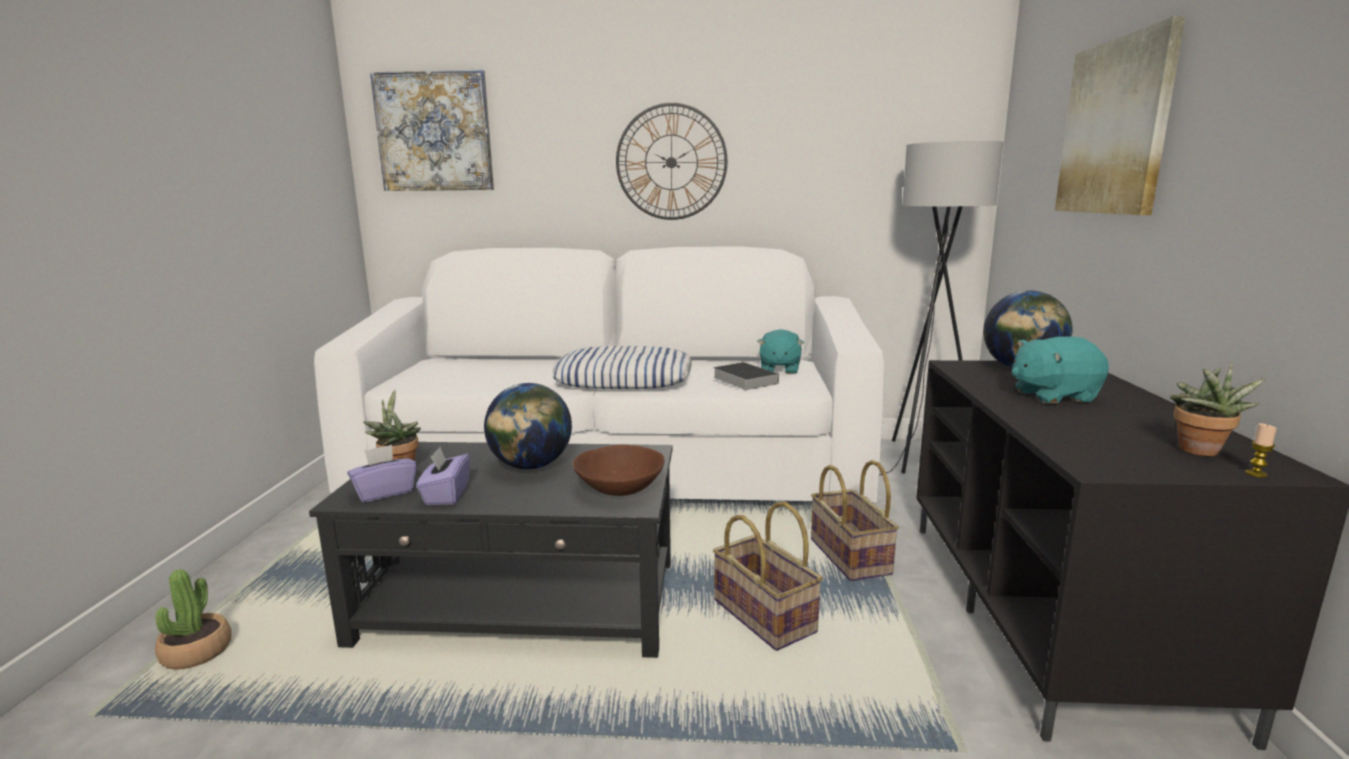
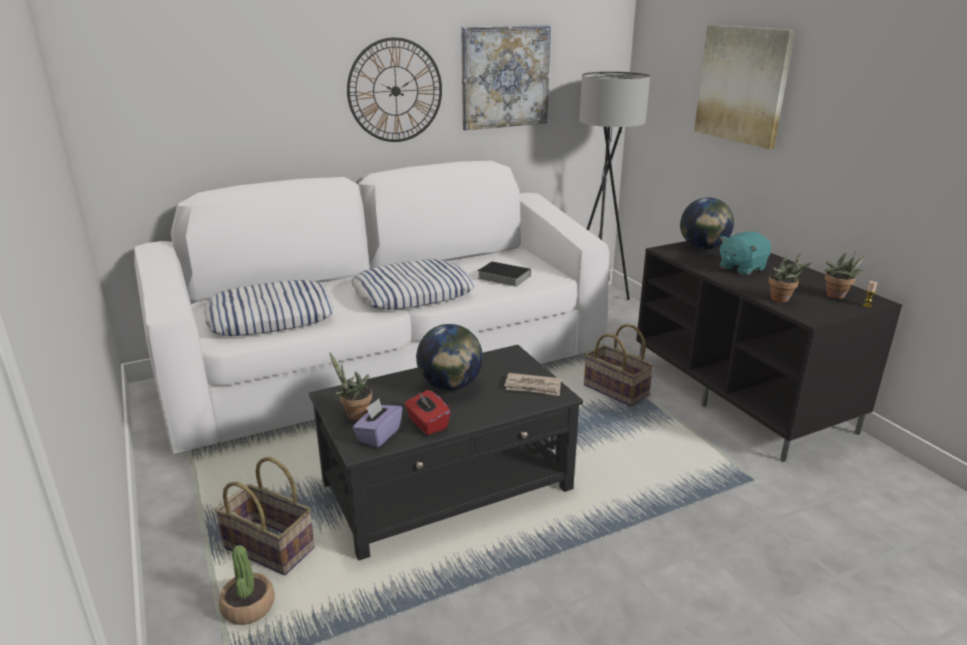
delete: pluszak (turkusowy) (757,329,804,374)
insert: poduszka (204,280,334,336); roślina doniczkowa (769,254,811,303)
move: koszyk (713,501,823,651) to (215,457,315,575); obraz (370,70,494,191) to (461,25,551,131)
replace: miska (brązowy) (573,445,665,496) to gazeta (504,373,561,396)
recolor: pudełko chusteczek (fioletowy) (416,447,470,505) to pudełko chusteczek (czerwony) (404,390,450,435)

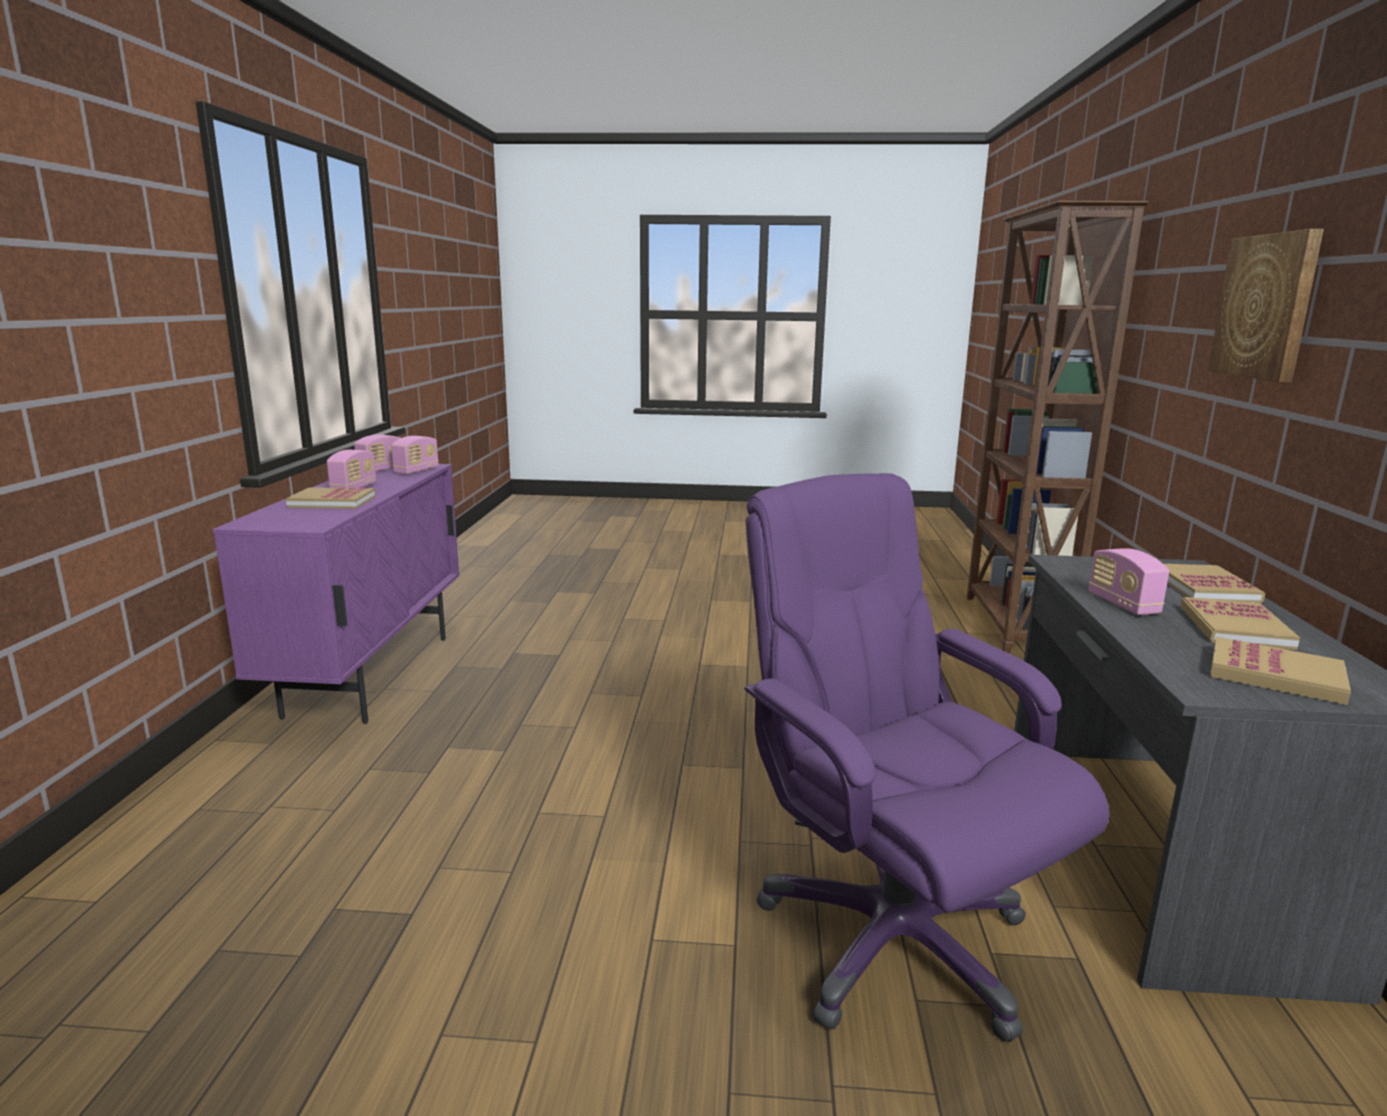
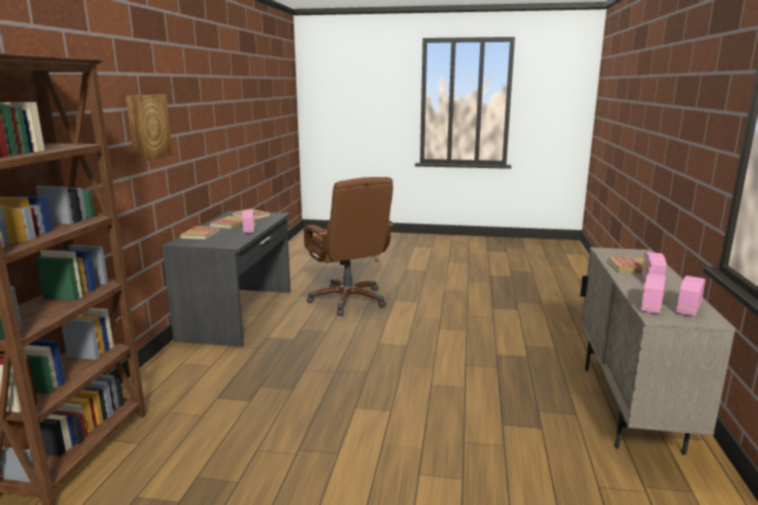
recolor: krzesło biurowe (fioletowy) (744,473,1110,1042) to krzesło biurowe (brązowy) (304,177,394,316); szafka (fioletowy) (213,464,459,724) to szafka (beżowy) (580,247,735,455)

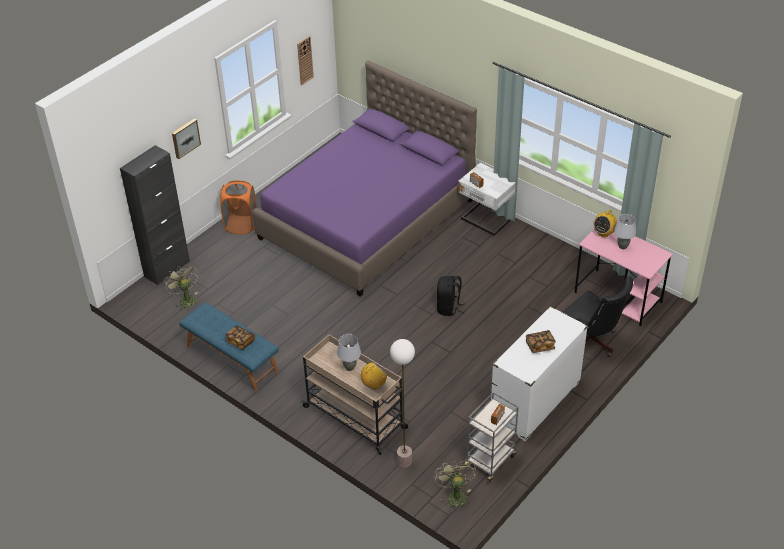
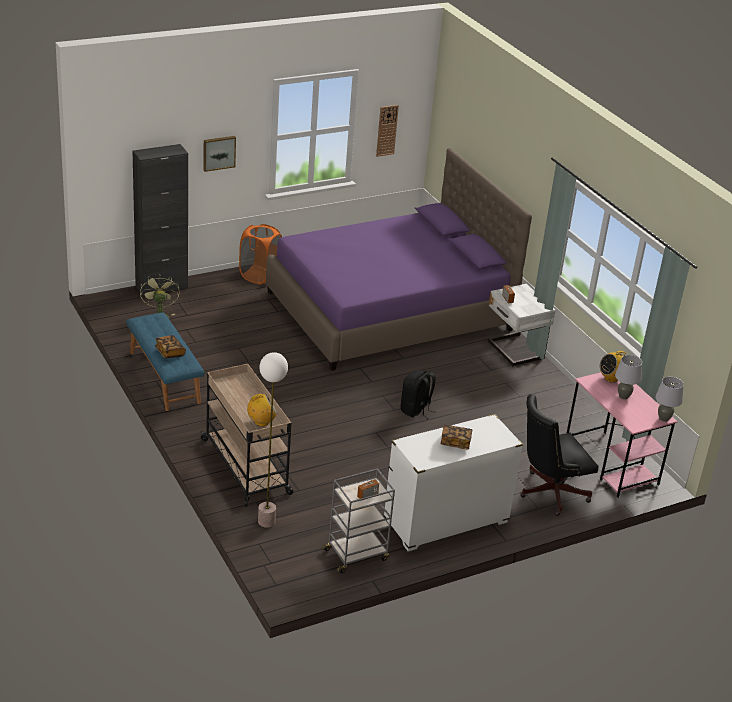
delete: wentylator (zielony) (435,460,477,512)
move: lampa stołowa (szary) (337,334,361,371) to (655,377,684,422)
rotate: krzesło biurowe (czarny) (562,277,633,357) = (520,394,598,516) 90 degrees clockwise

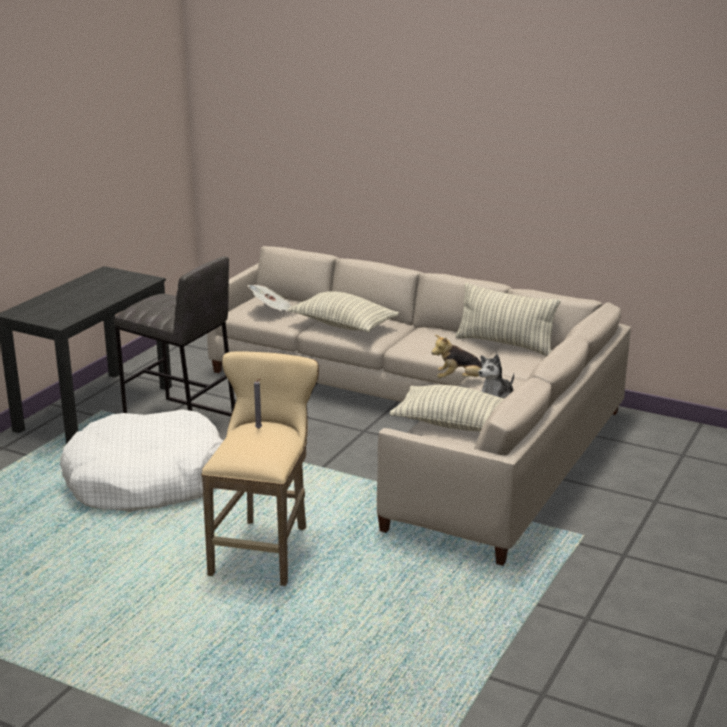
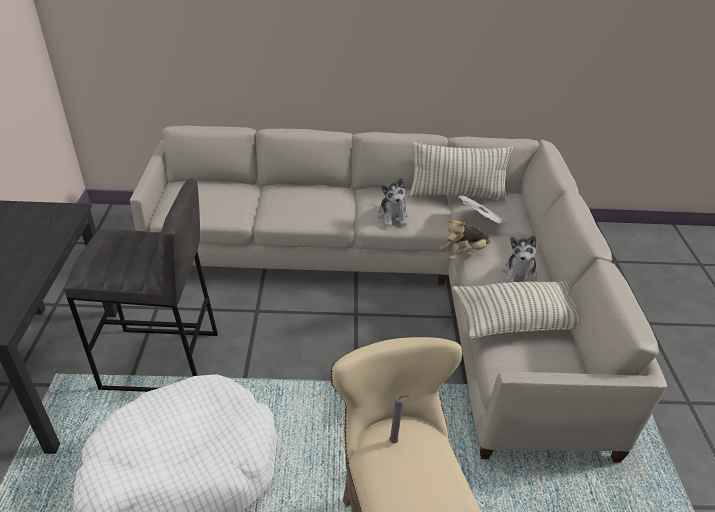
delete: poduszka (288,291,399,332)
insert: pluszak (377,178,408,227)
move: gazeta (247,285,293,313) to (458,195,507,224)

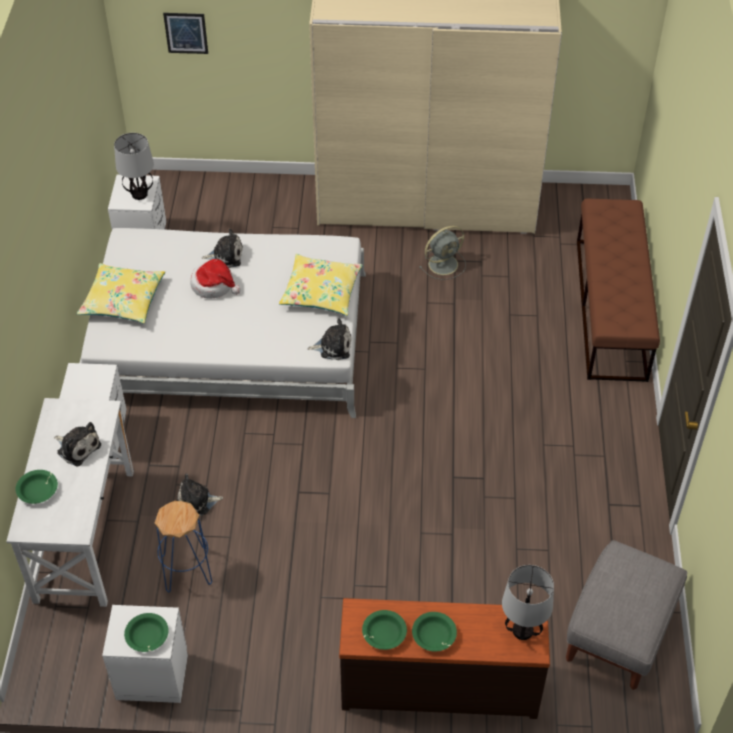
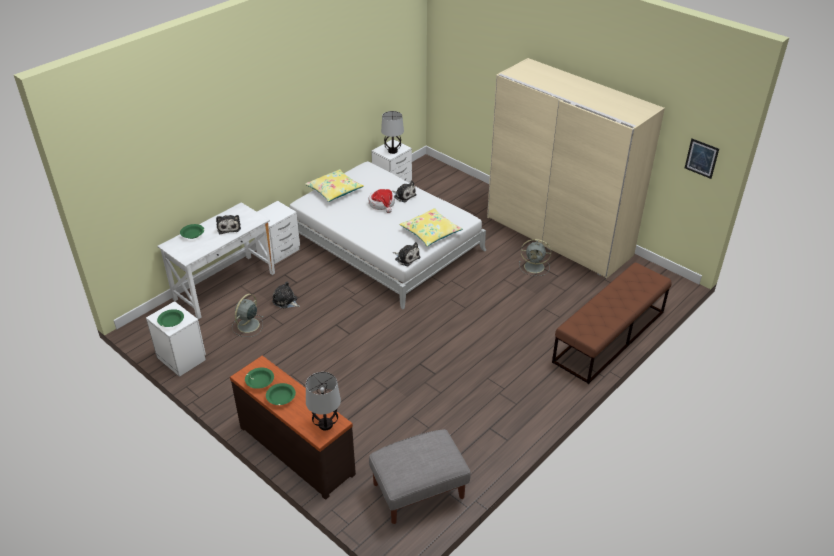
move: obraz (163,13,208,54) to (685,139,719,179)
replace: stołek (niebieski) (155,501,212,592) to wentylator (szary) (232,294,263,337)

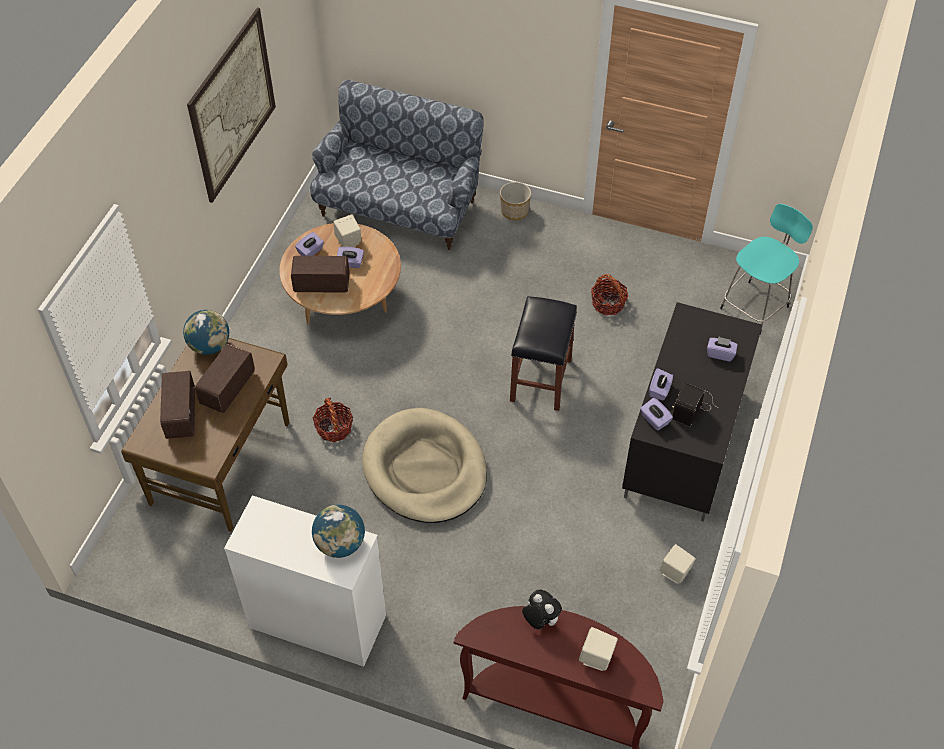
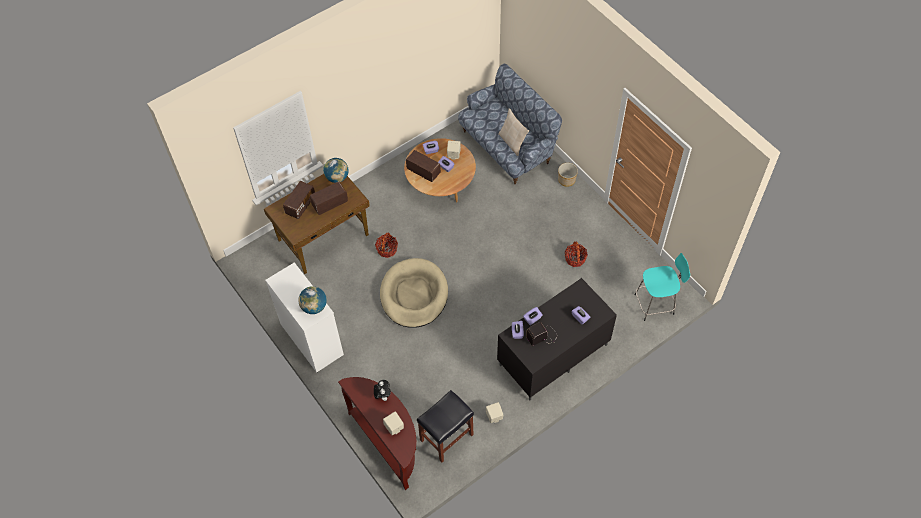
delete: obraz (187,8,276,203)
insert: poduszka (beżowy) (498,108,529,156)
move: stołek (czarny) (510,296,577,411) to (417,390,474,463)

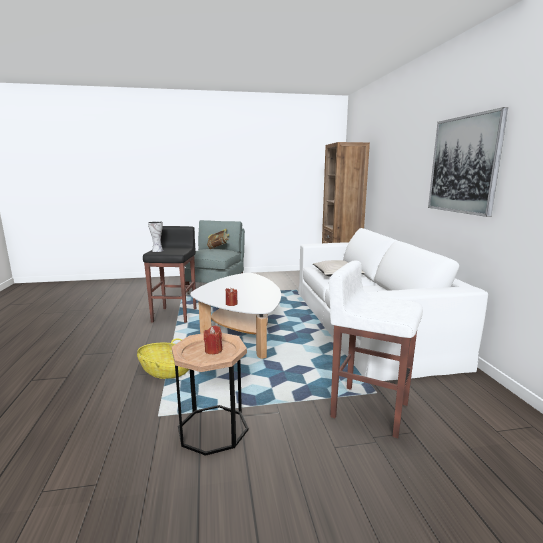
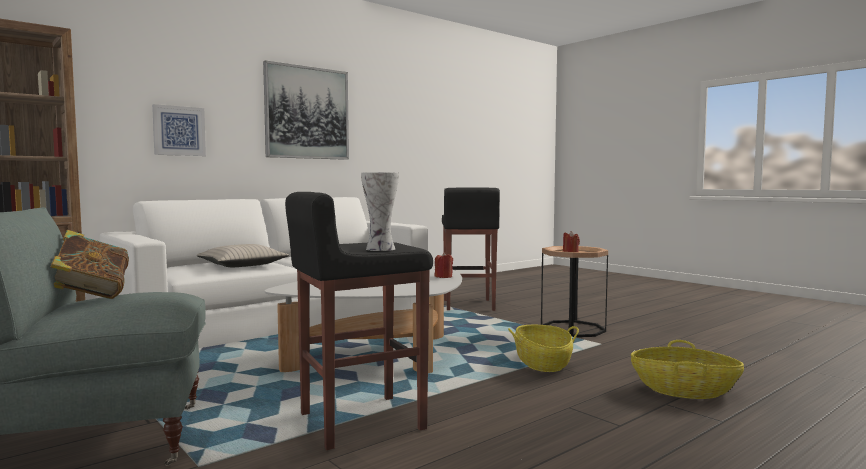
insert: obraz (152,104,206,156); koszyk (631,340,744,399)
recolor: stołek (biały) (329,261,423,438) to stołek (czarny) (442,187,500,311)

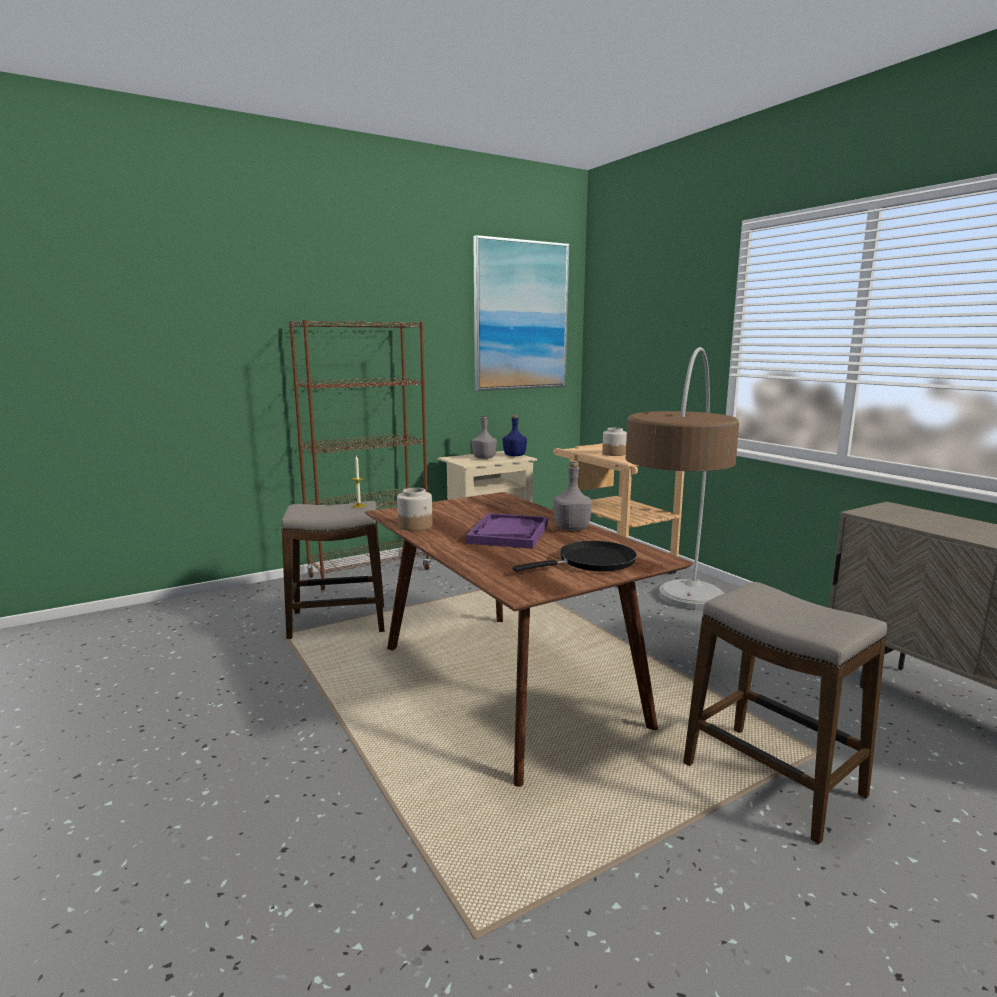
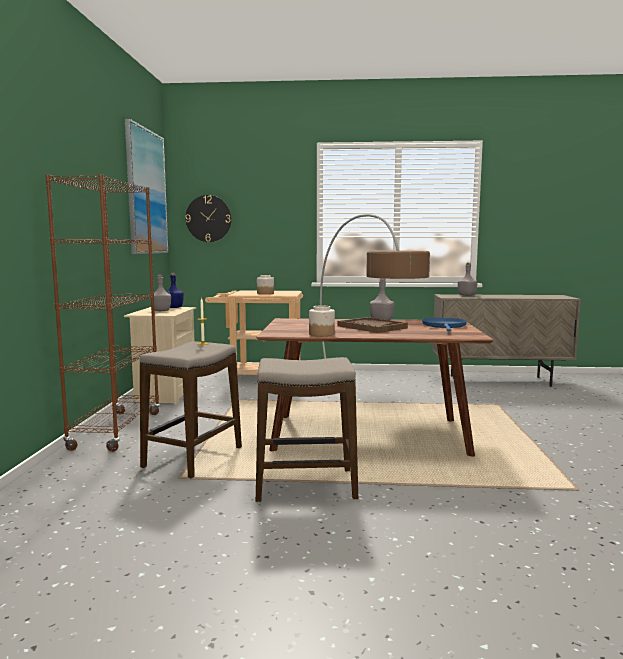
insert: zegar ścienny (185,195,231,242); butelka (szary) (458,263,478,296)
move: stołek (683,582,887,844) to (256,357,358,502)
recolor: taca (fioletowy) (466,513,548,549) to taca (brązowy) (337,317,408,333); patelnia (czarny) (512,541,637,572) to patelnia (niebieski) (422,317,467,331)

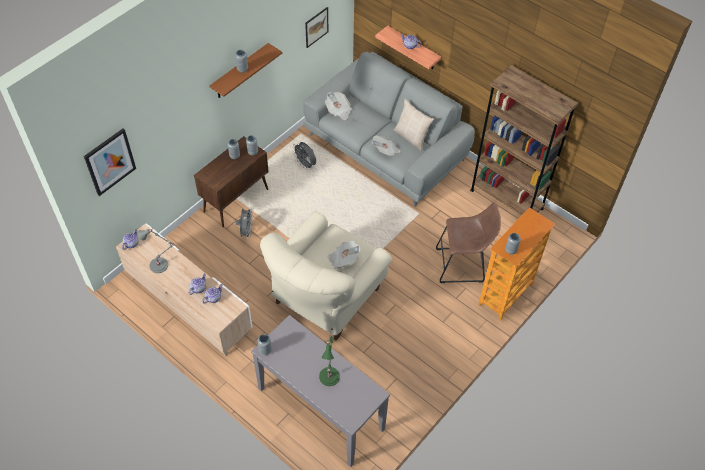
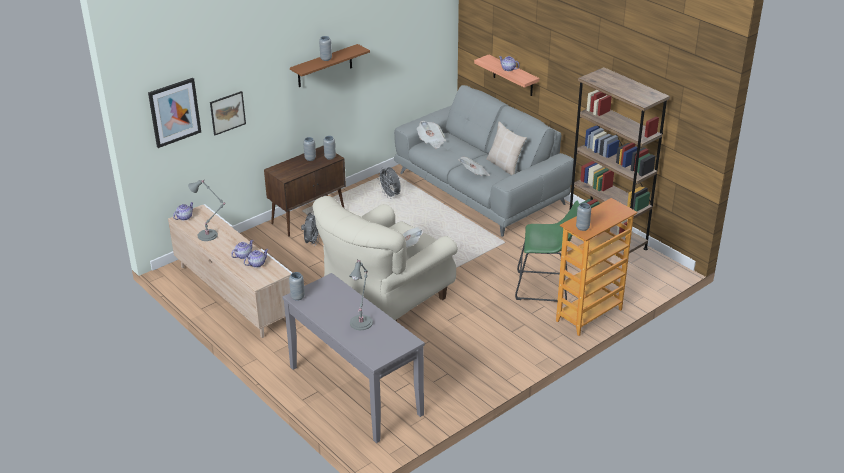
move: obraz (305,7,328,48) to (210,91,246,135)
recolor: lampa stołowa (zielony) (319,336,340,386) to lampa stołowa (szary) (349,259,373,330); stołek (brązowy) (436,202,501,283) to stołek (zielony) (515,200,580,301)

